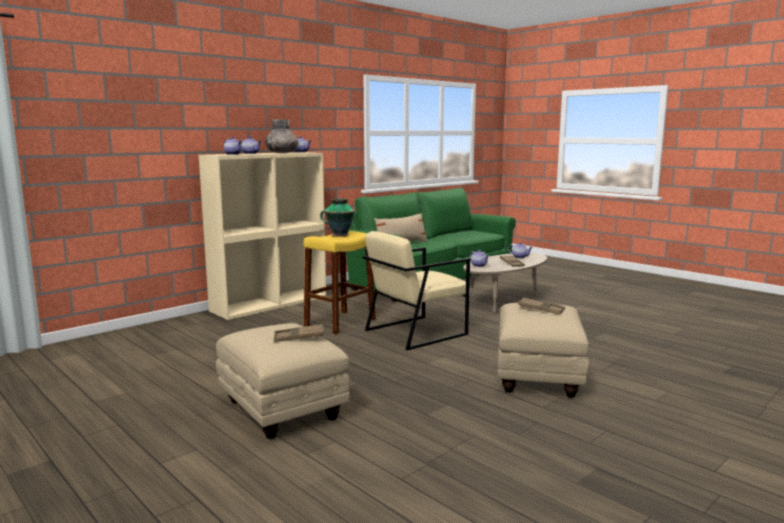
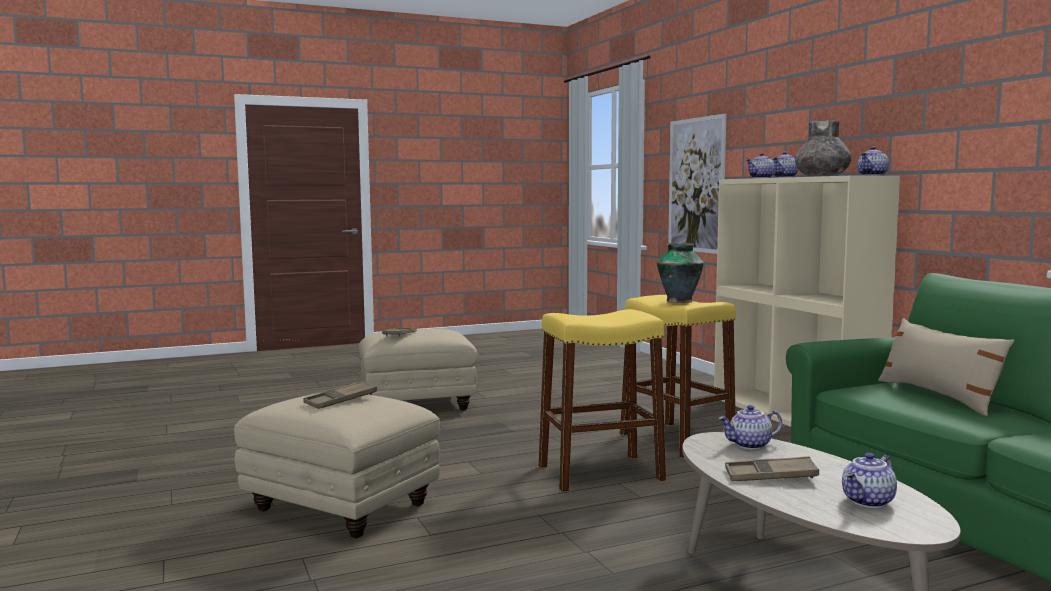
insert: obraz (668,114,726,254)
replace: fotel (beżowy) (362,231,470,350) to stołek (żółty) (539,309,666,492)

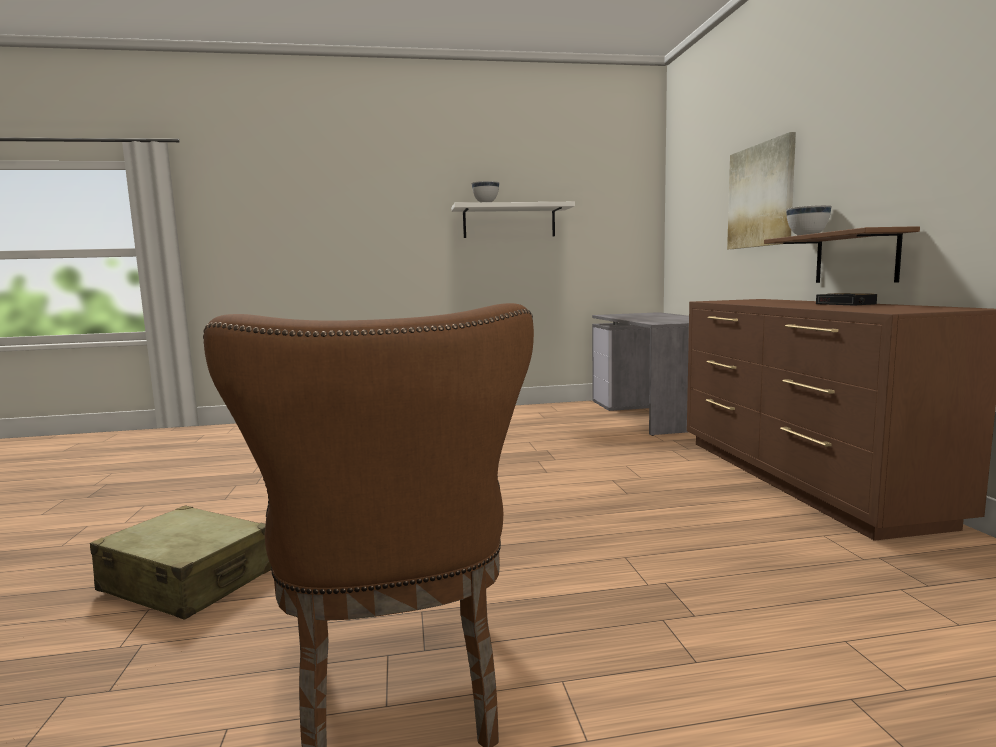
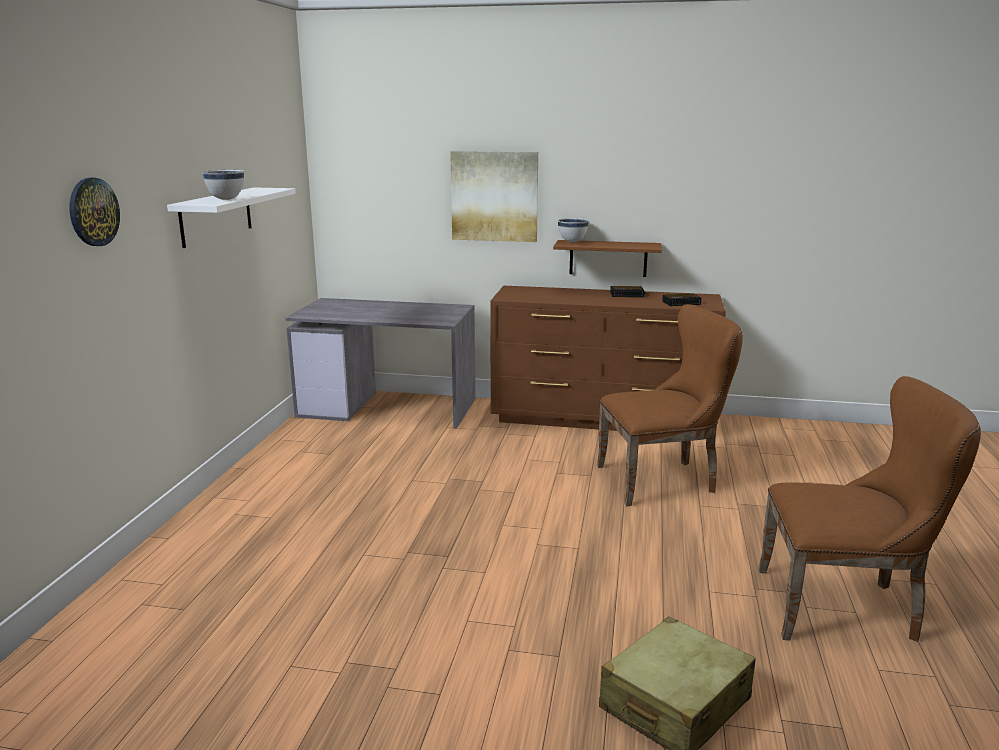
insert: zegar ścienny (69,178,120,246); krzesło (brązowy) (597,304,743,506); budzik (662,293,702,306)

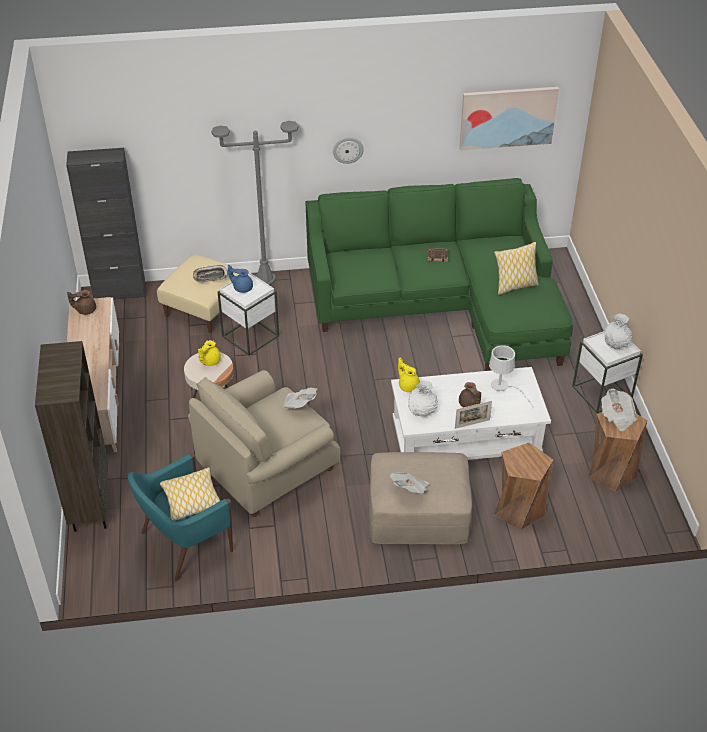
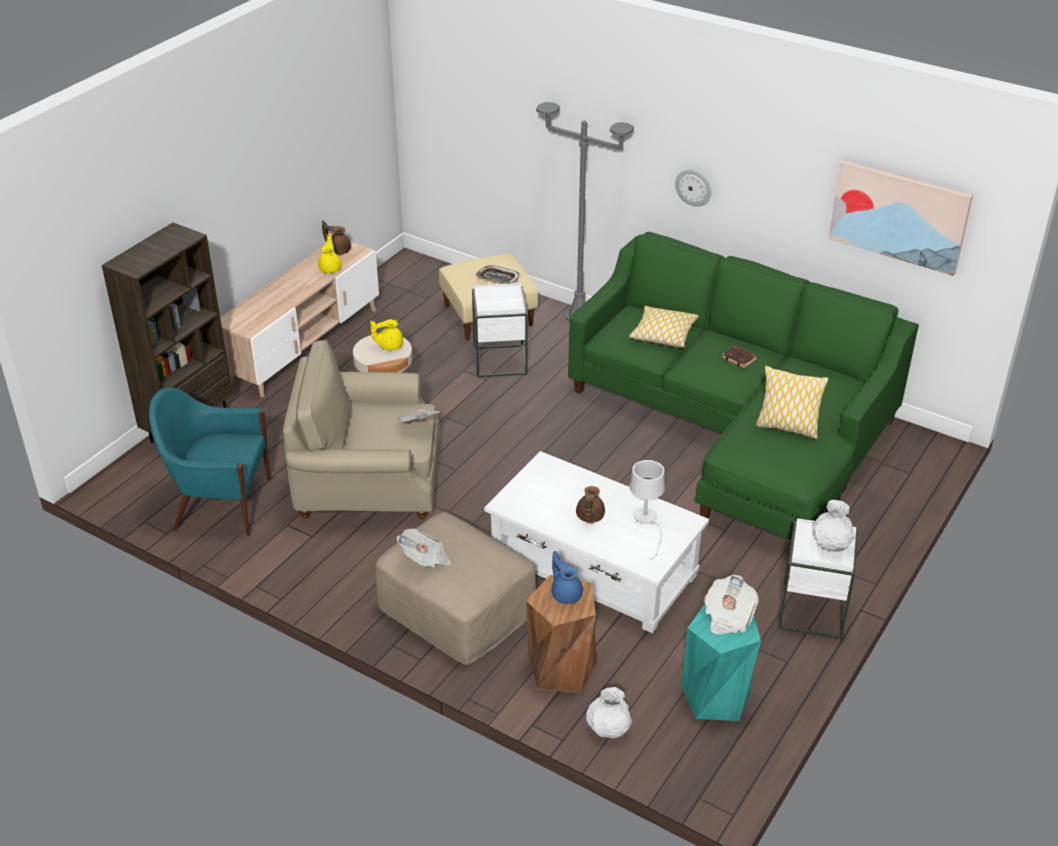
delete: szafka (czarny) (66,148,146,300); ramka na zdjęcie (455,401,492,429)
move: imbryk (żółty) (398,358,420,392) to (318,233,342,273); imbryk (niebieski) (228,265,253,293) to (551,551,583,604); wazon (biały) (408,381,438,417) to (586,687,632,738); poduszka (160,467,220,521) to (629,306,699,348)
recolor: stołek (brązowy) (588,412,647,491) to stołek (turkusowy) (681,604,761,721)

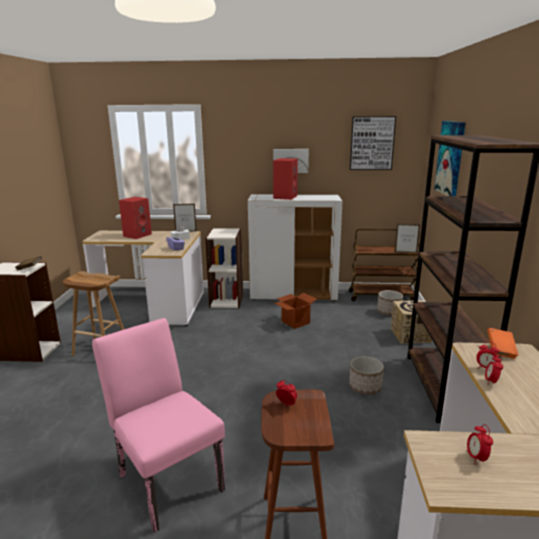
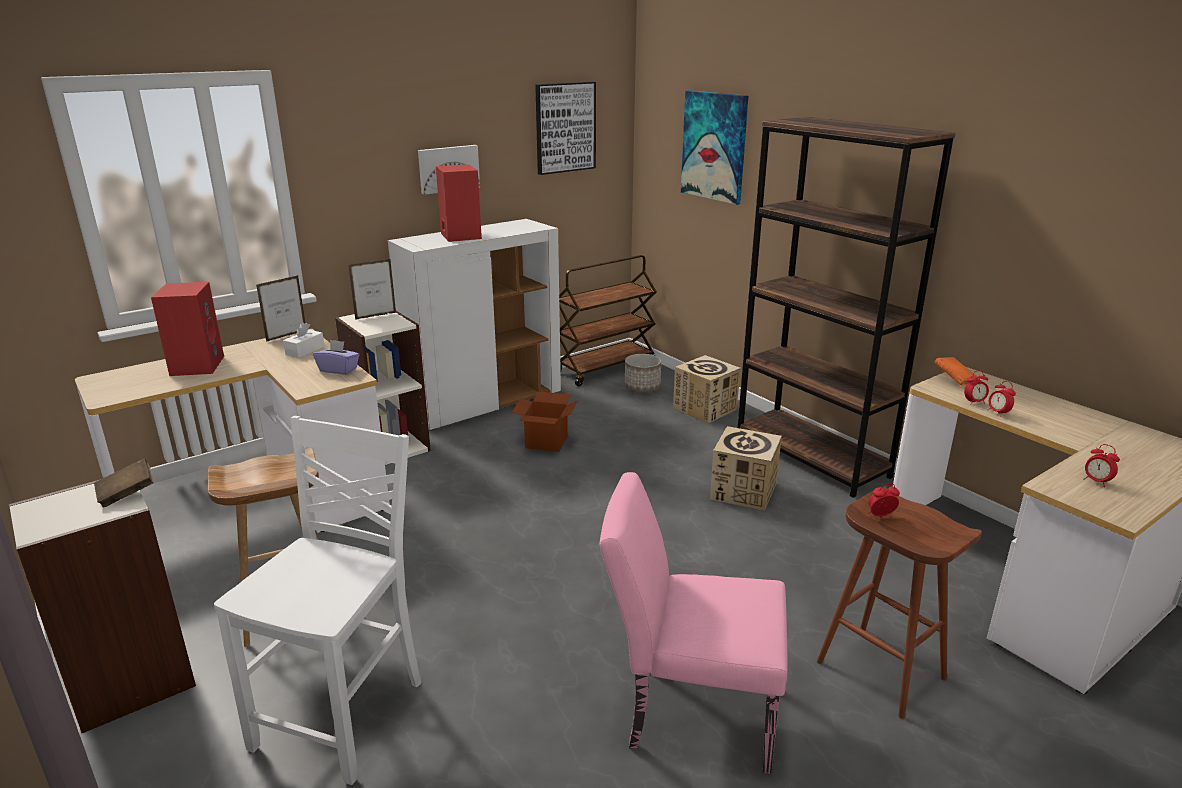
insert: krzesło (biały) (214,416,421,785)
move: ramka na zdjęcie (395,224,420,253) to (348,259,396,320)
replace: donica (349,356,384,395) to karton (710,426,782,510)

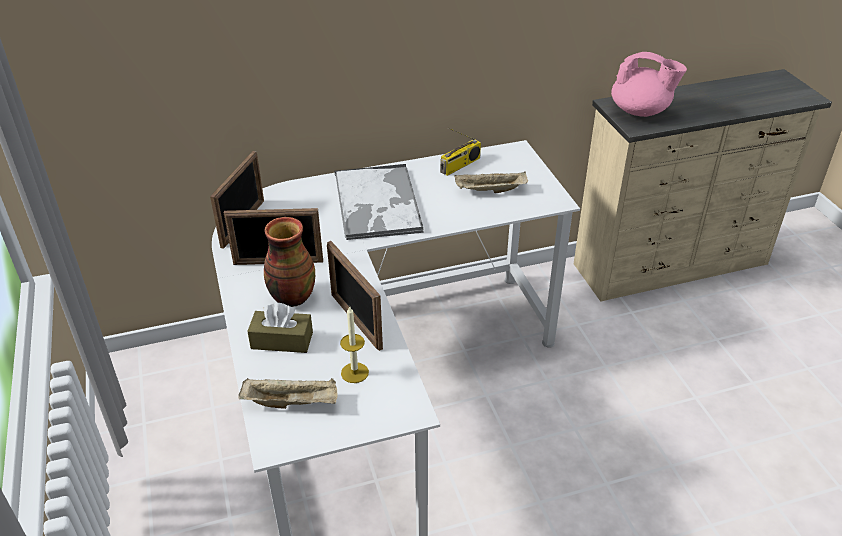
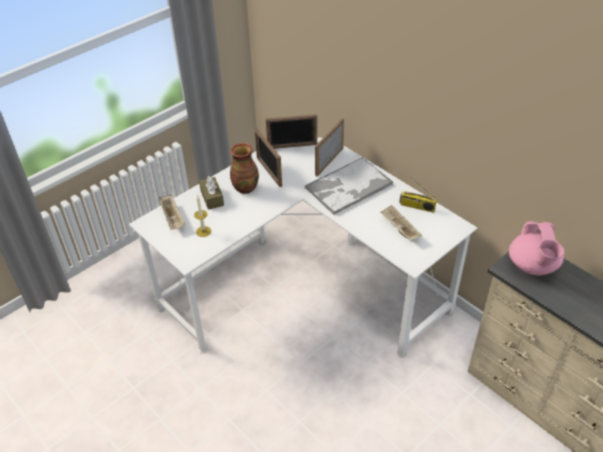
move: ramka na zdjęcie (327,241,383,351) to (315,119,344,177)

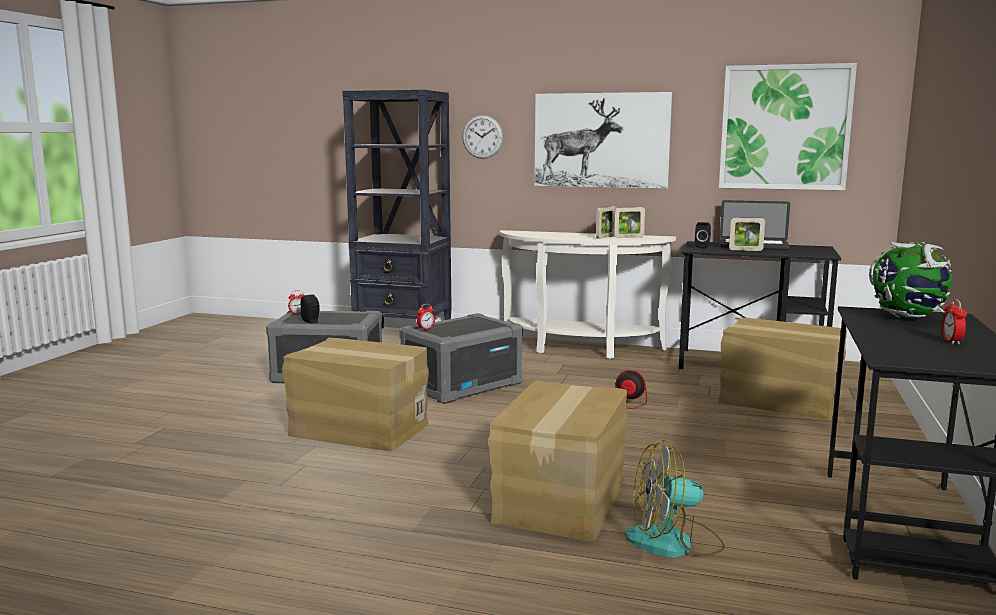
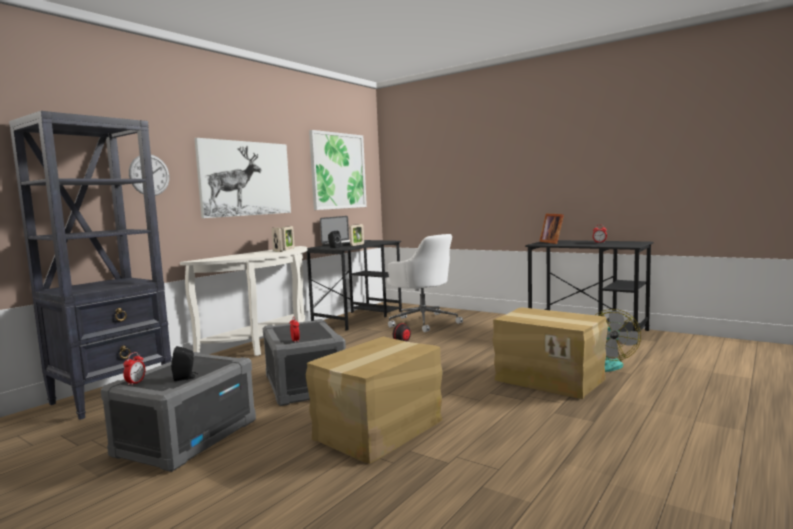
replace: karton (719,317,847,420) to krzesło biurowe (biały) (387,234,463,332); globus (869,242,952,318) to ramka na zdjęcie (539,214,564,244)

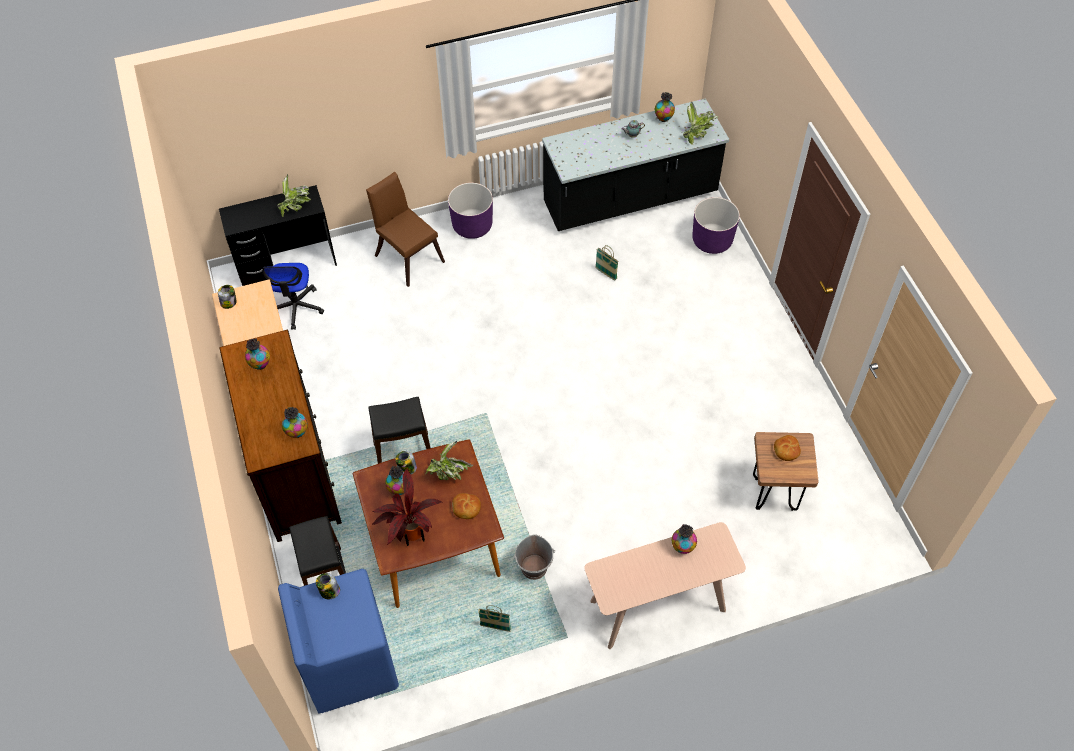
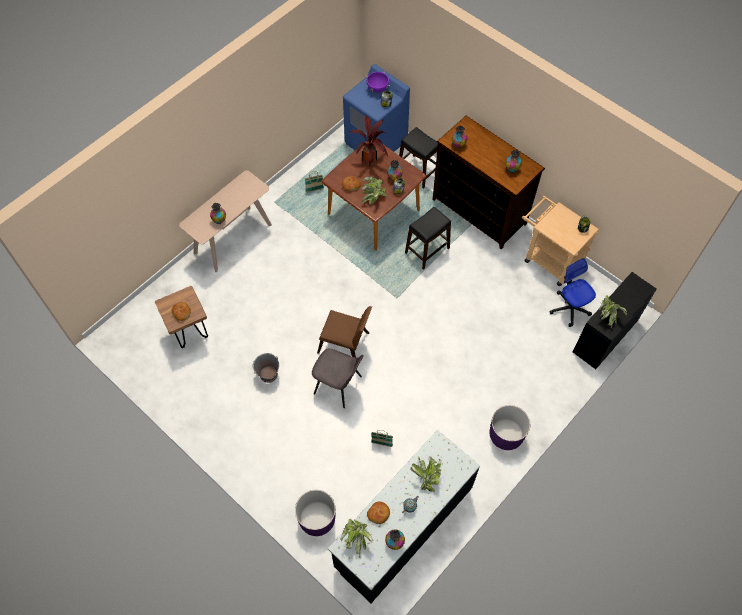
insert: krzesło (szary) (312,349,363,408); garnek (fioletowy) (365,71,390,93); chleb (367,502,390,524); roślina doniczkowa (410,456,441,492)
move: wiadro (szary) (513,534,555,580) to (252,353,279,383); krzesło (brązowy) (366,172,445,287) to (317,306,372,357)

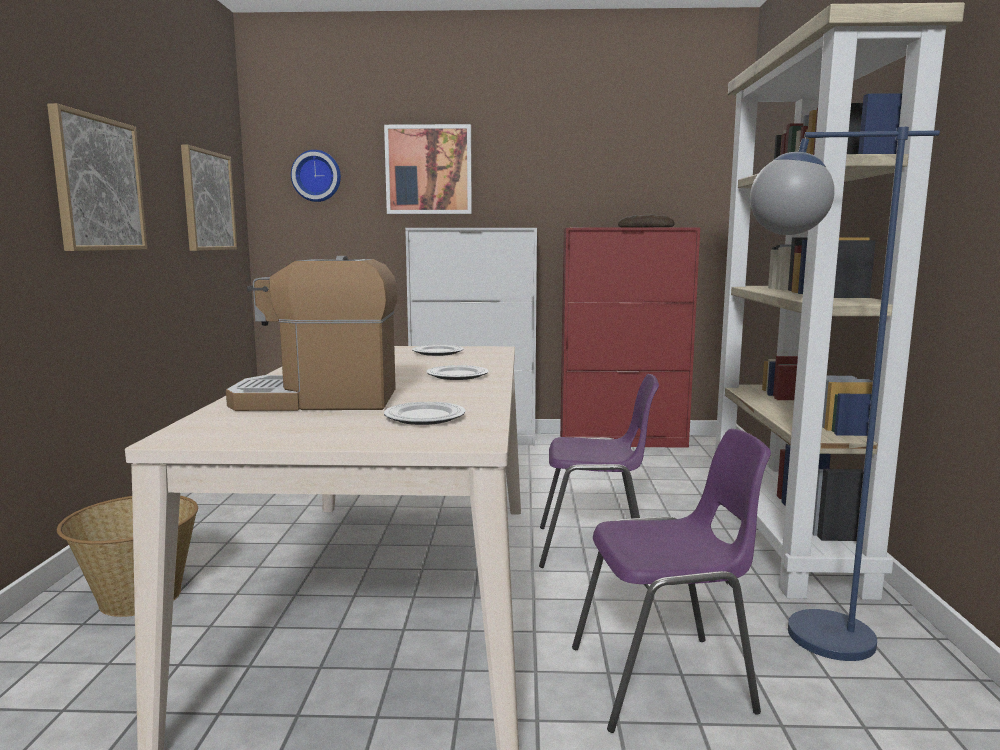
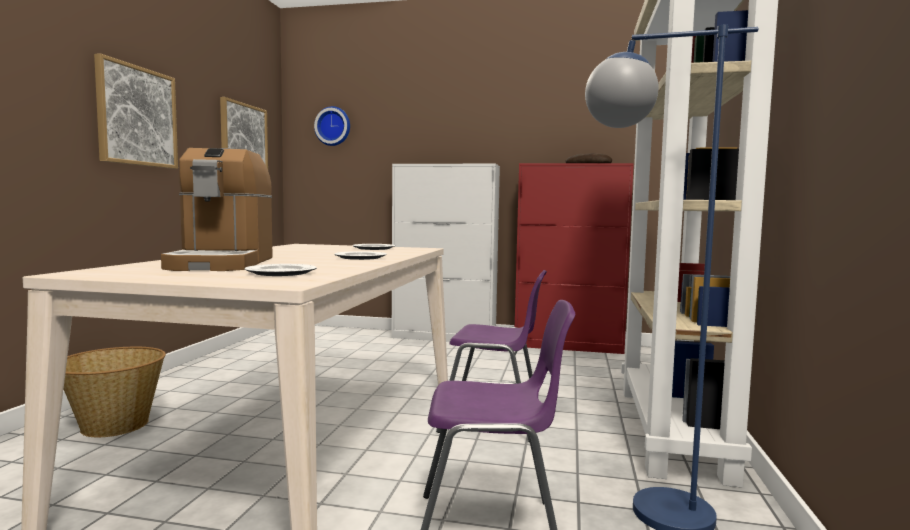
delete: obraz (384,124,472,214)
rotate: ekspres do kawy (226,256,398,411) = (161,148,273,271) 105 degrees counterclockwise

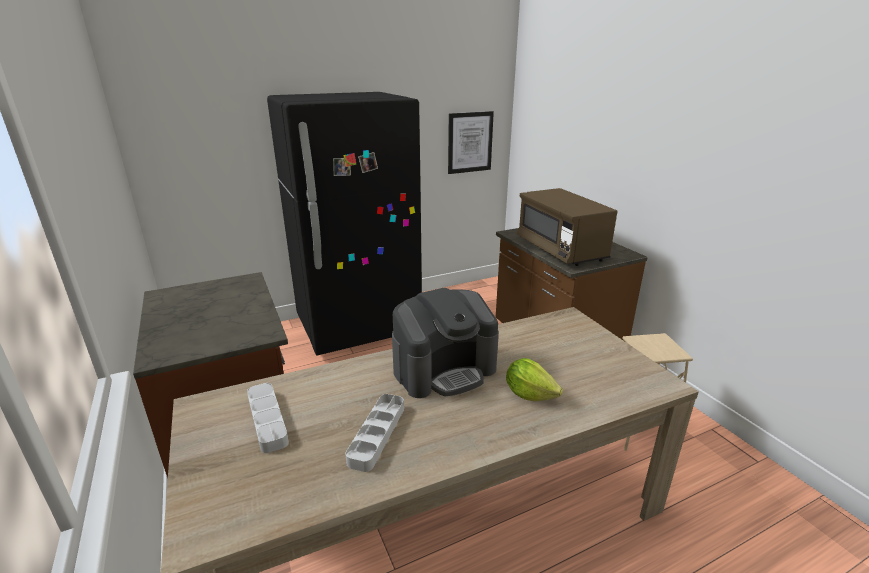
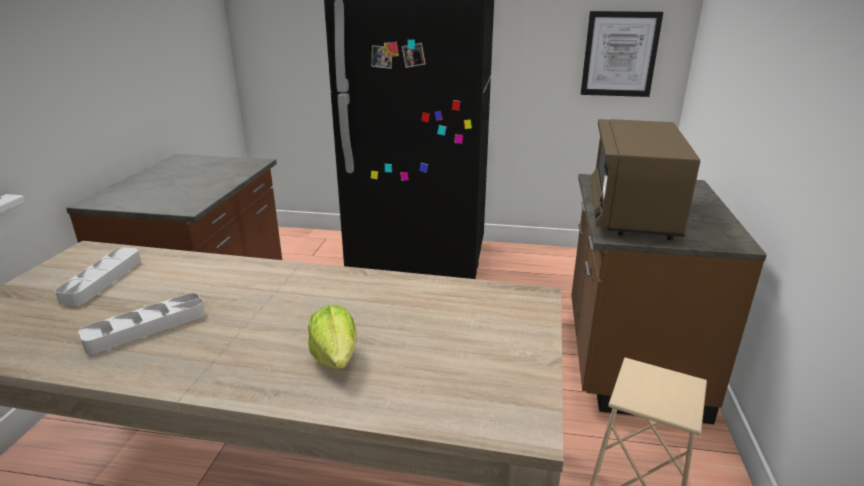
delete: ekspres do kawy (392,288,499,398)

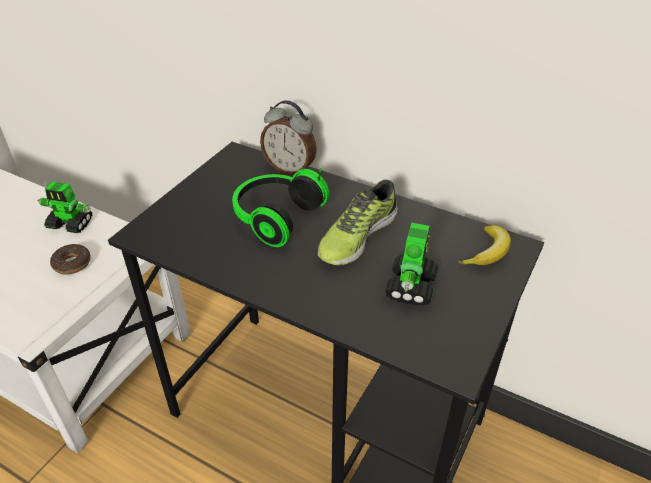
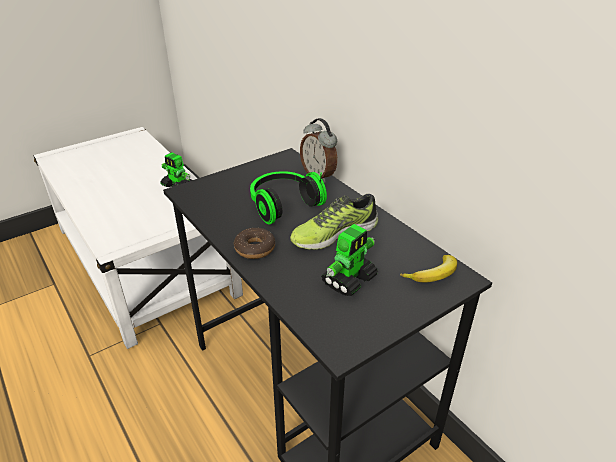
move: donut (50,244,91,275) to (234,228,275,259)

